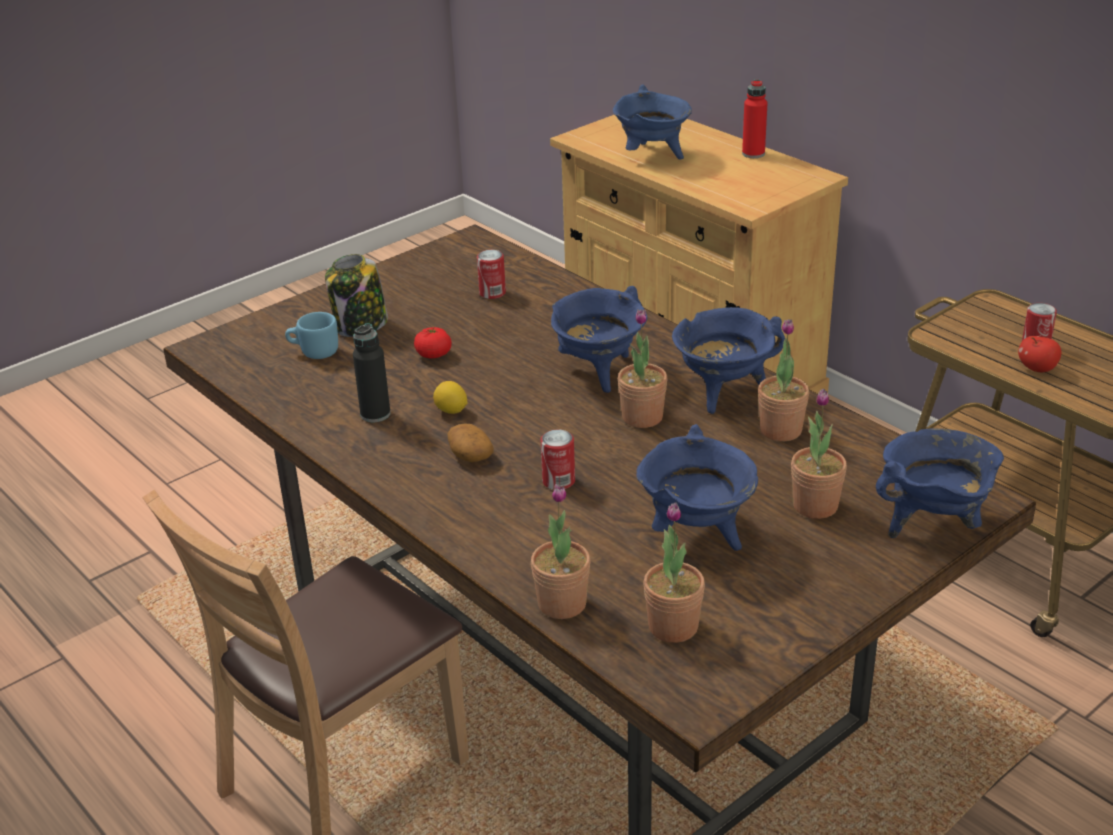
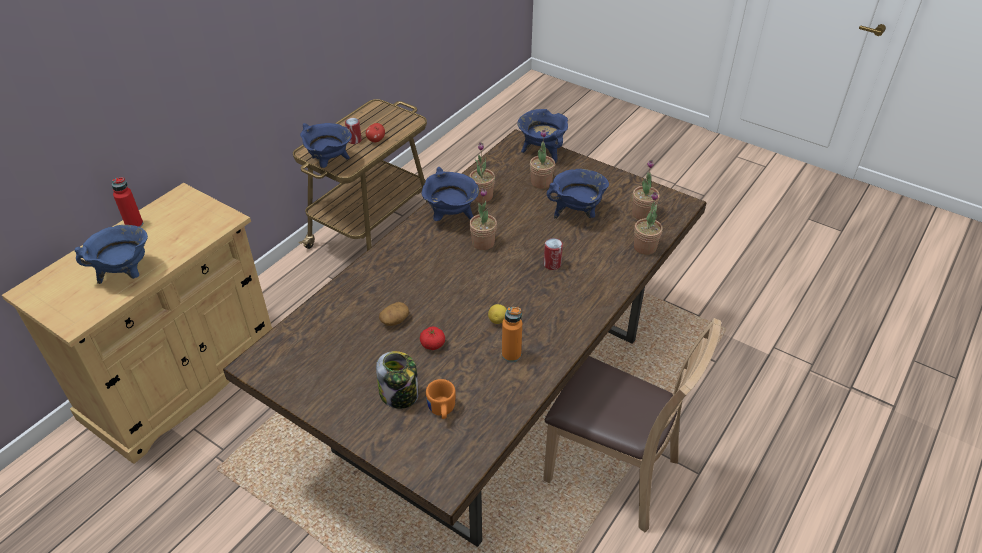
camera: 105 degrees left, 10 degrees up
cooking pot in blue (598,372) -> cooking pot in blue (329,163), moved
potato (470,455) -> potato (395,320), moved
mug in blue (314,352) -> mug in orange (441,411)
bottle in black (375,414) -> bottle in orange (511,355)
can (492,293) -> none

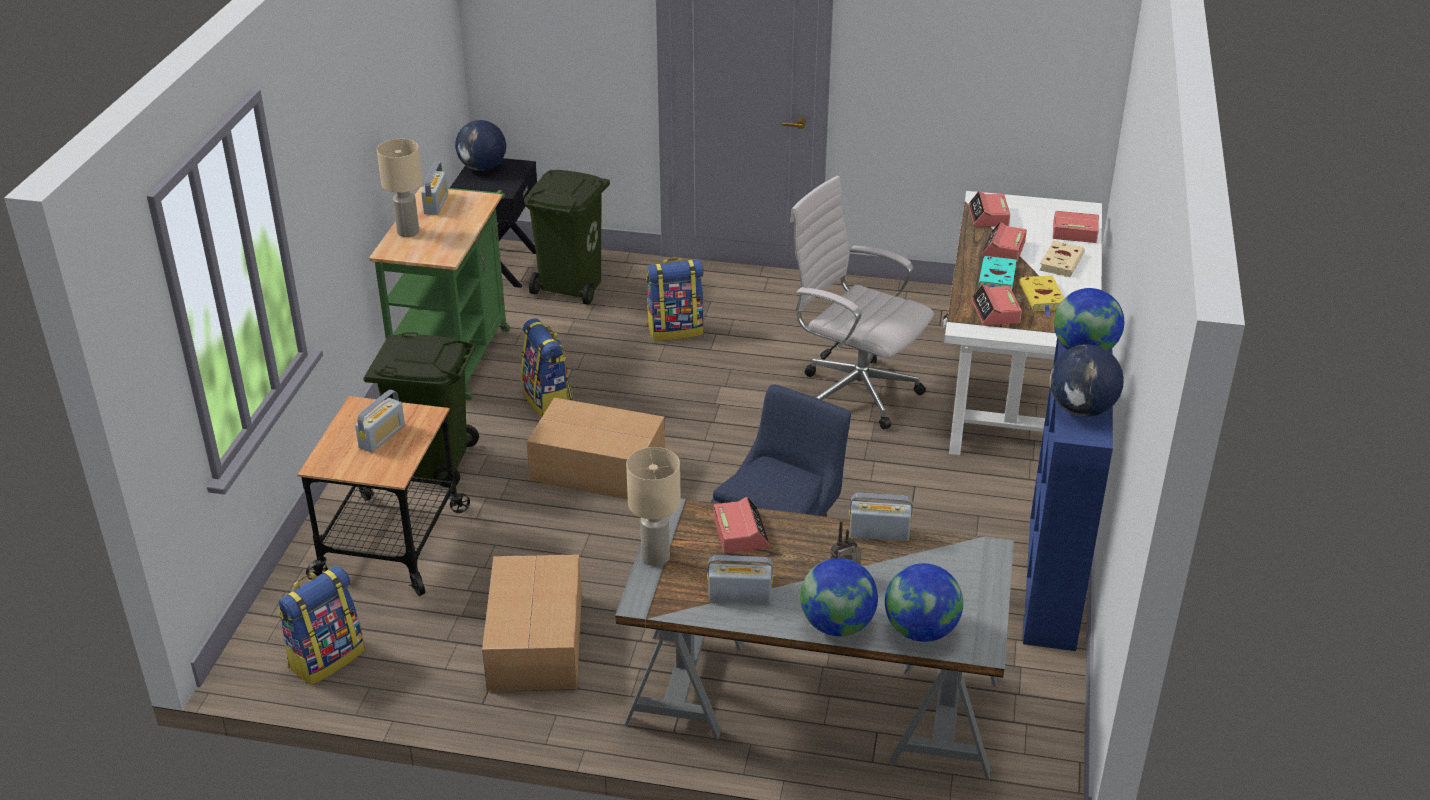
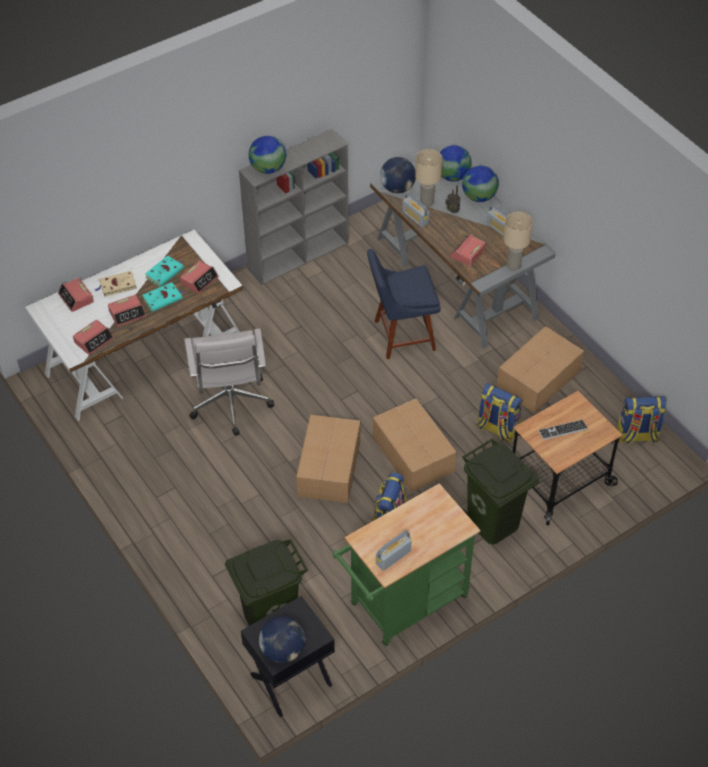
camera: 135 degrees left, 15 degrees up
book in yellow (1042,298) -> book in turquoise (165,272)
bookcase in blue (1052,582) -> bookcase in grey (299,255)
none -> cardboard box (328,469)
globe (1081,409) -> globe (397,188), moved
table lamp in beige (408,232) -> table lamp in beige (426,202), moved
backpack (676,330) -> backpack (497,428), moved
radio (382,436) -> keyboard (562,430)

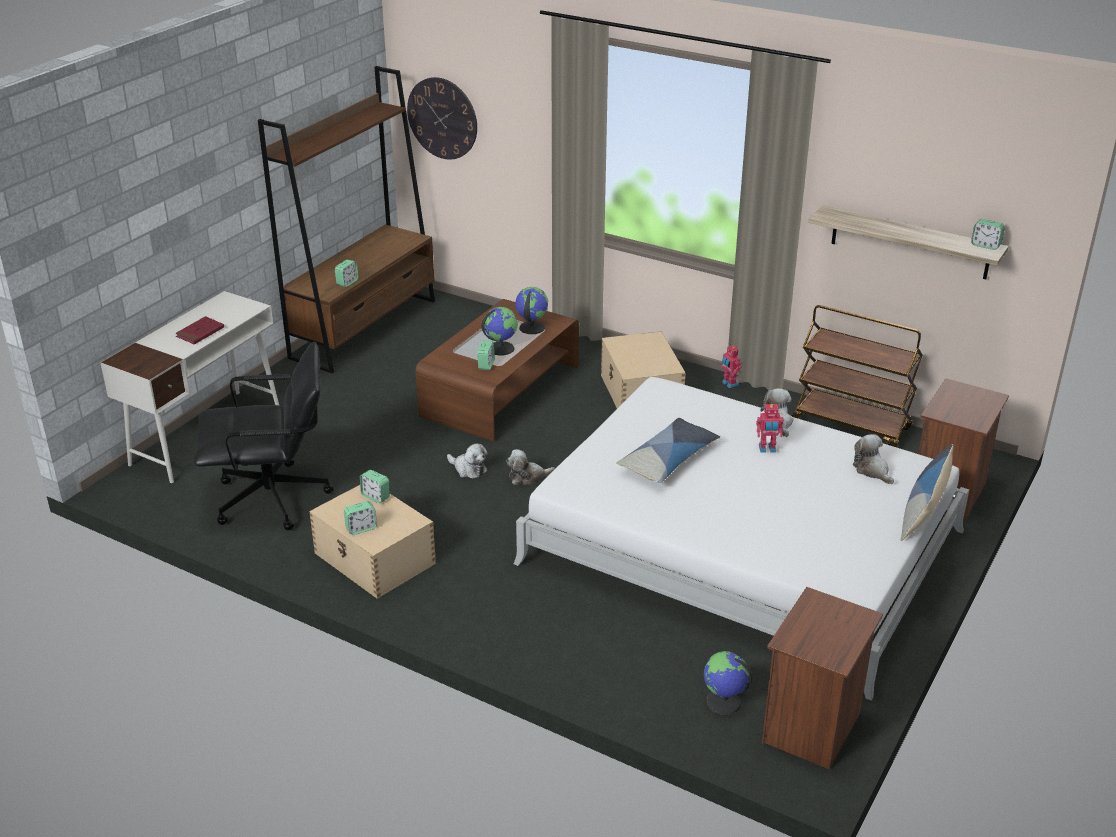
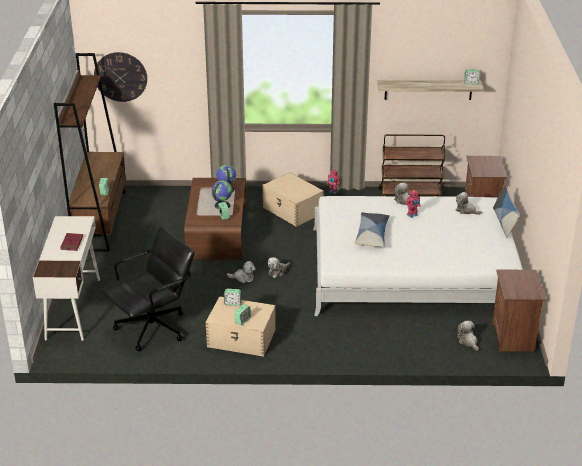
camera: 30 degrees left, 0 degrees up
globe (723,702) -> plush toy (468,341)

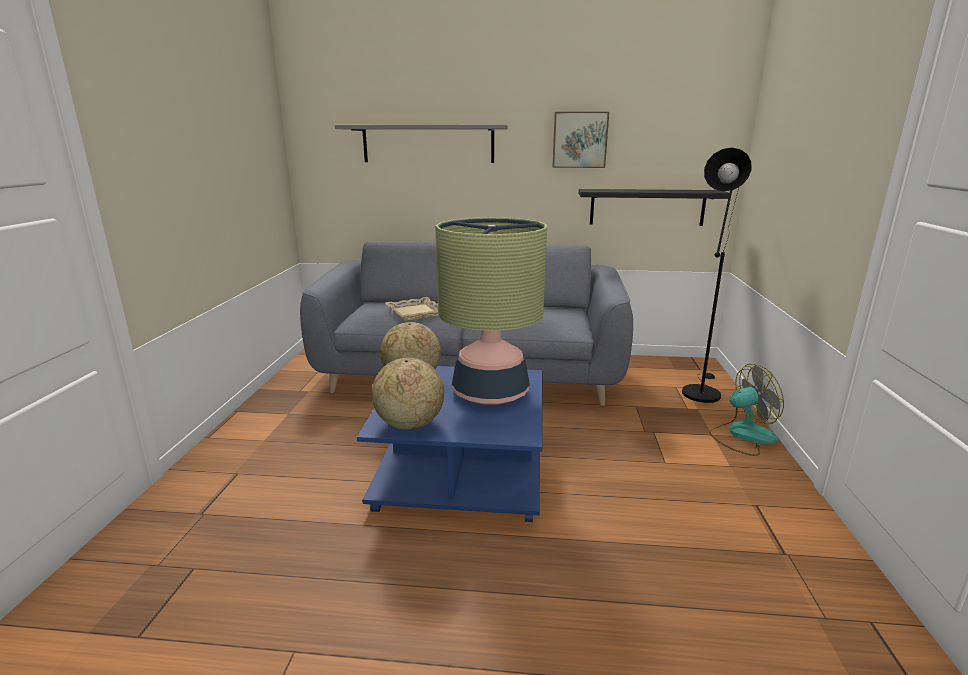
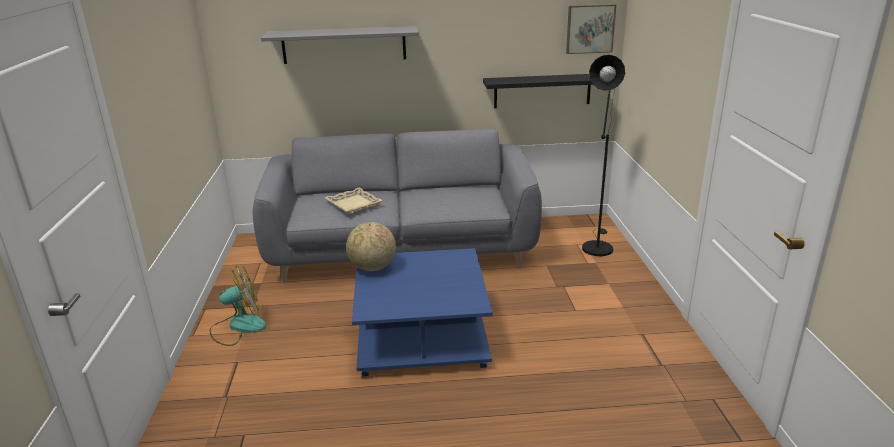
camera: 10 degrees left, 5 degrees up
fan (742,435) -> fan (238,327), moved
picture (579,140) -> picture (590,28), moved
globe (409,424) -> none
table lamp (490,393) -> none

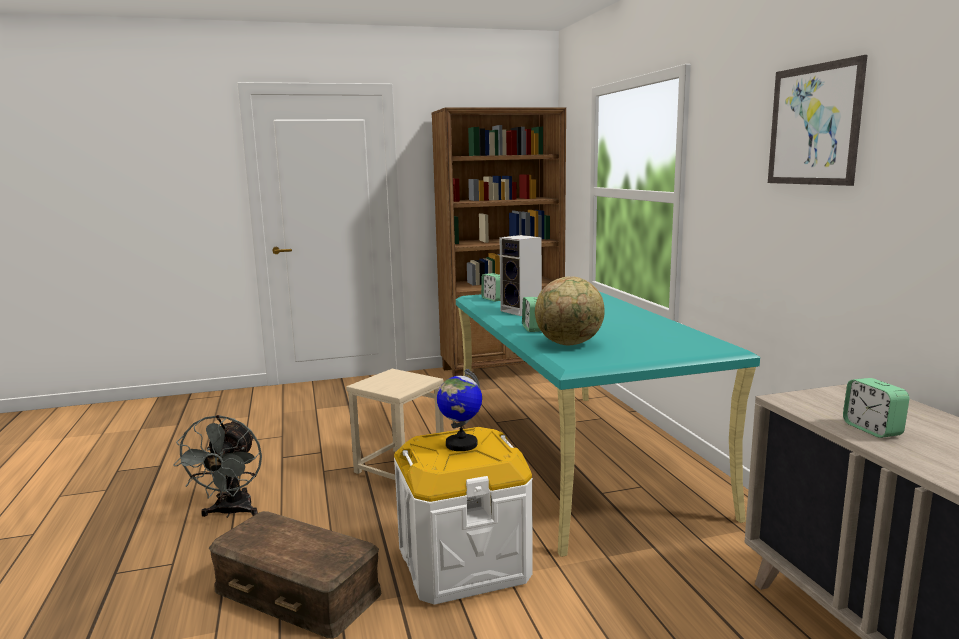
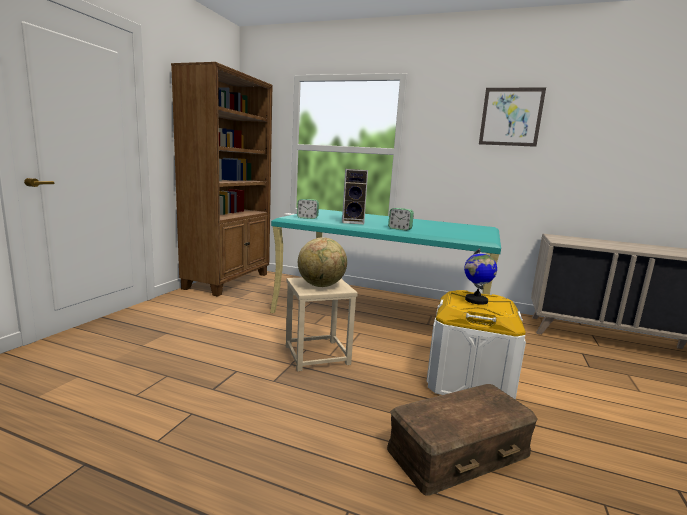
camera: 55 degrees left, 0 degrees up
globe (569,344) -> globe (321,285), moved
fan in grey (231,512) -> none
alarm clock (872,429) -> none

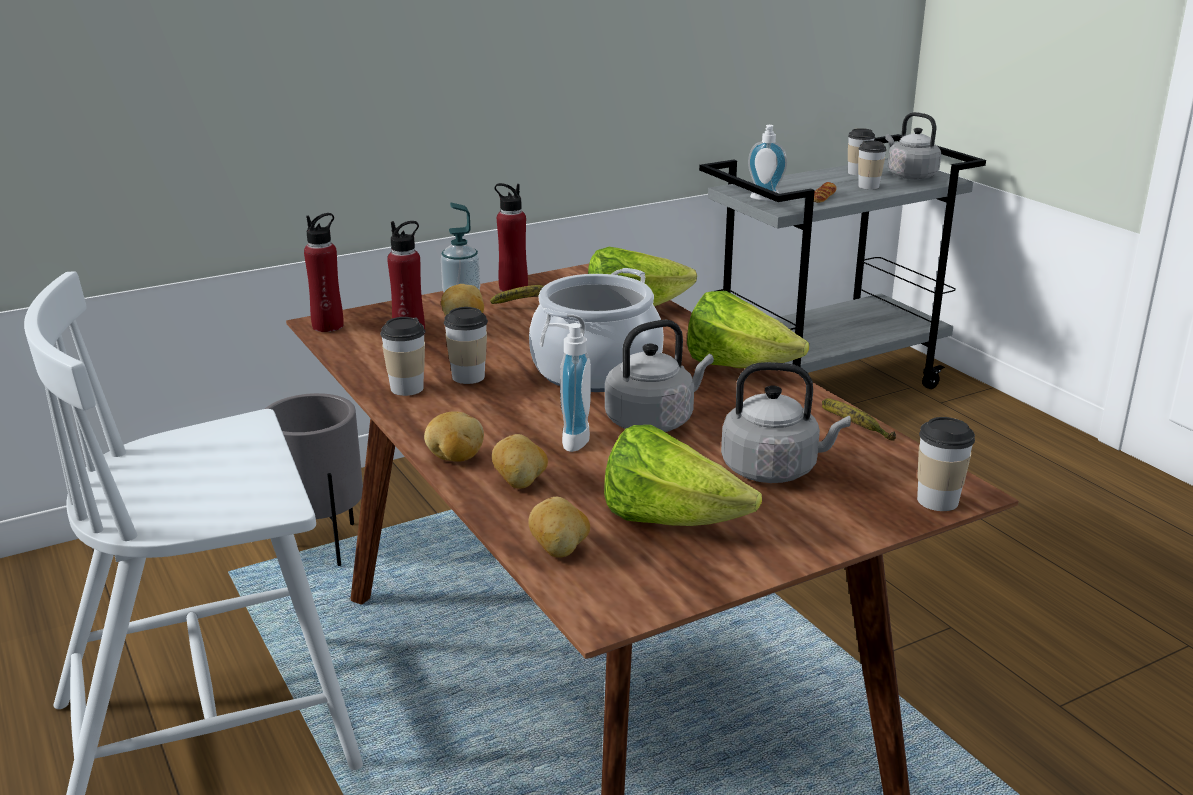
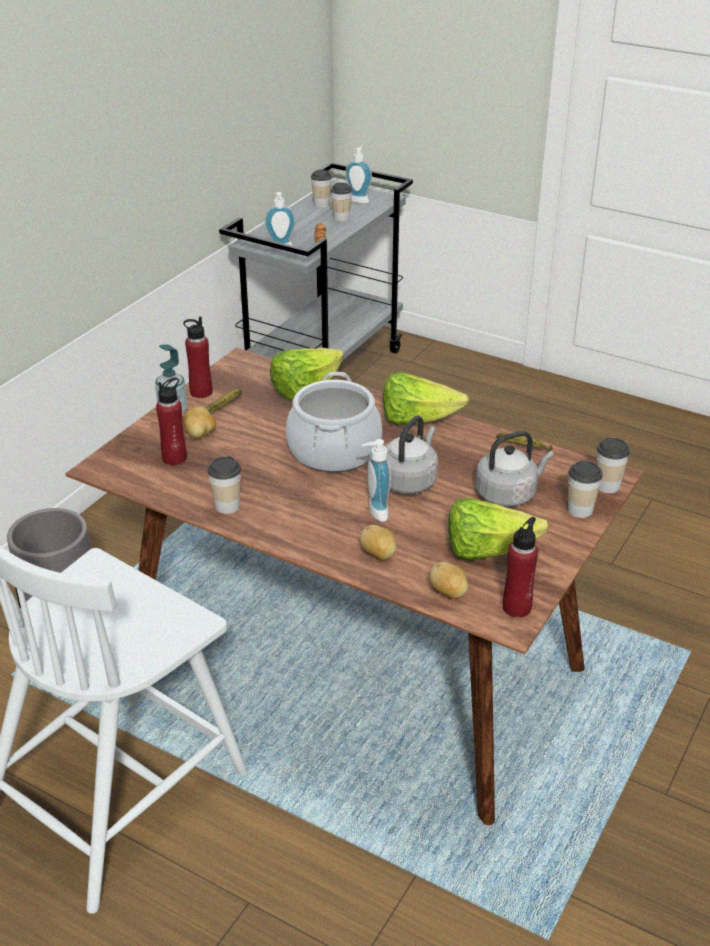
camera: 30 degrees left, 10 degrees up
kettle in grey (909,175) -> soap dispenser (359,200)
bottle in red (328,326) -> bottle in red (517,608), moved
cup (468,377) -> cup (580,510), moved
potato (455,458) -> none

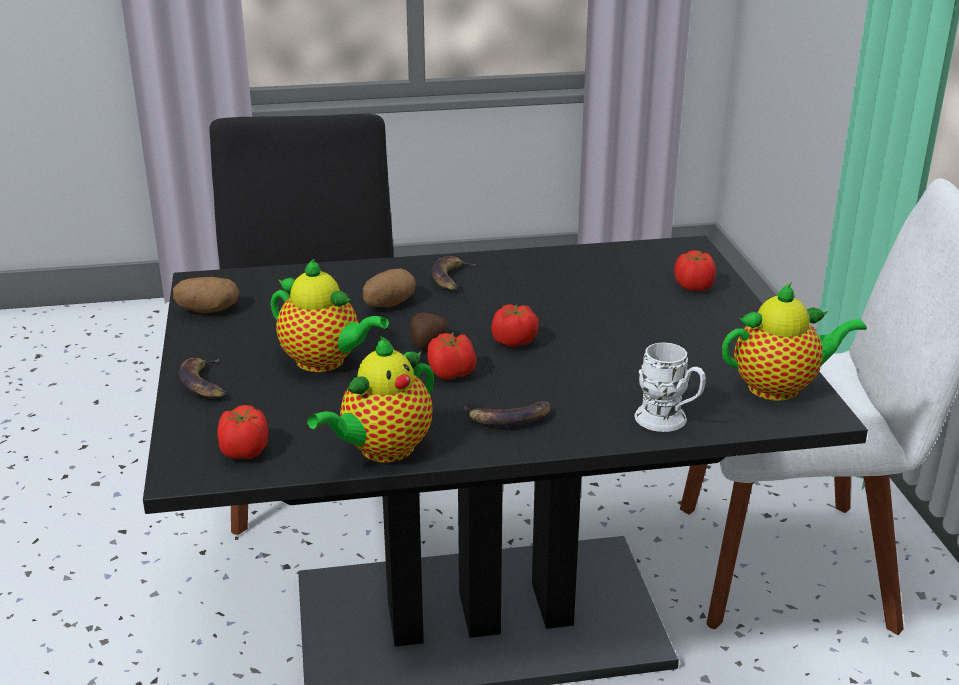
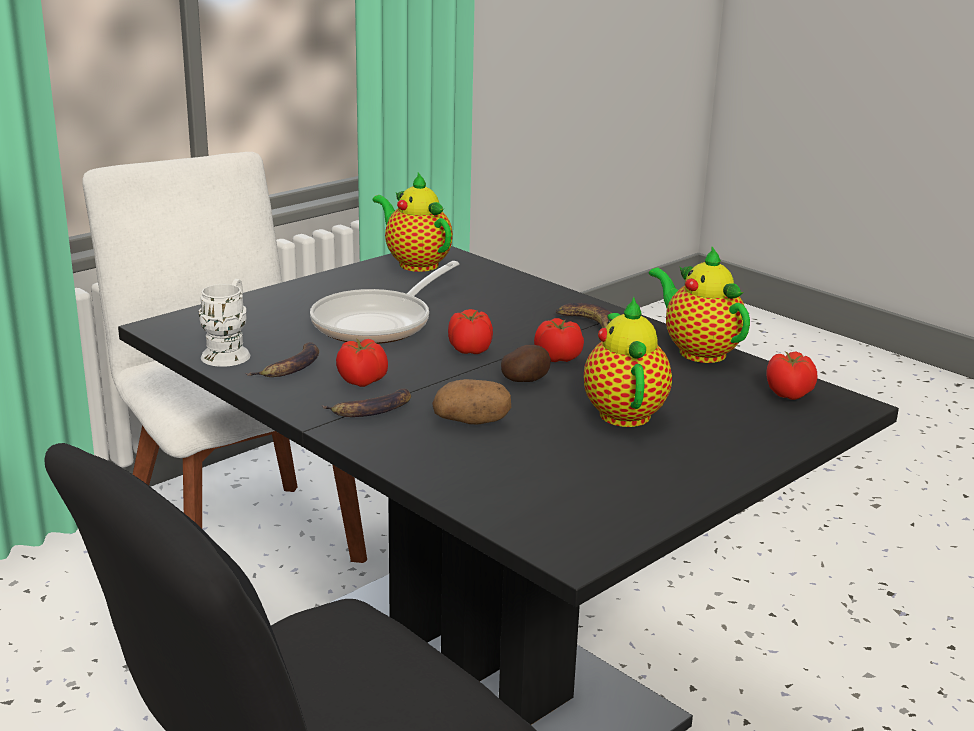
camera: 125 degrees left, 5 degrees down
mug in white (668,421) -> mug in white (229,352), moved
banana (205,383) -> banana (290,367), moved
none -> frying pan (378,323)
tomato (693,287) -> tomato (363,381), moved
teapot (382,450) -> teapot (698,351), 135 degrees counterclockwise
potato (208,310) -> none

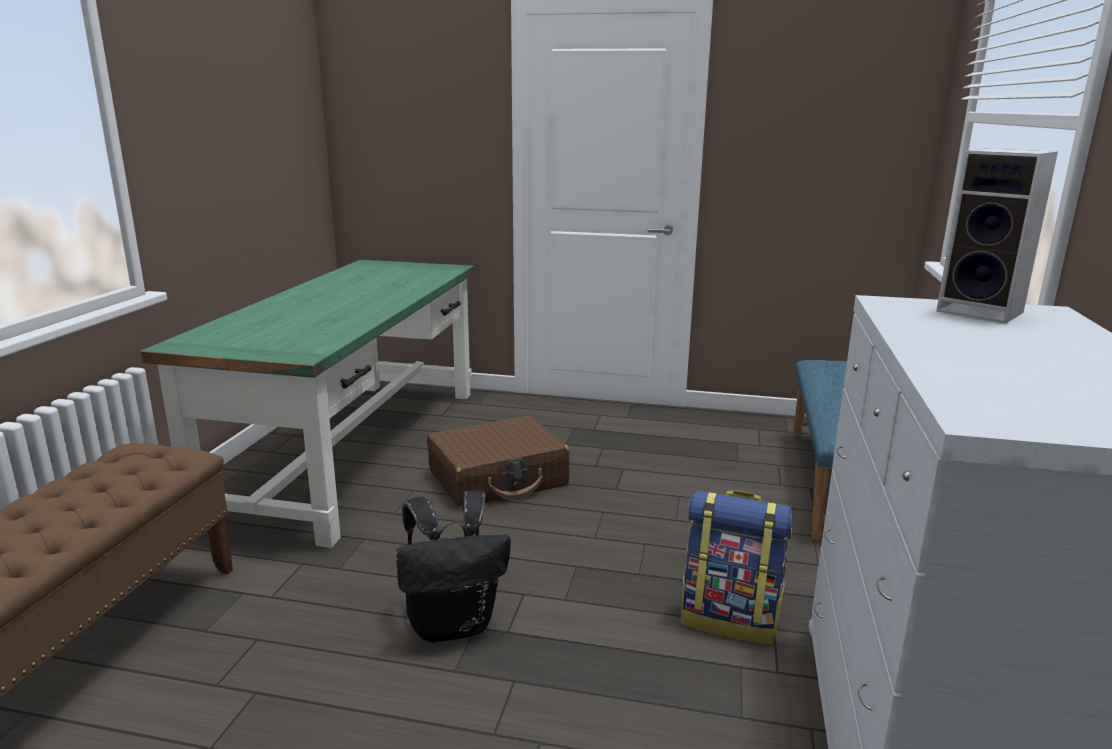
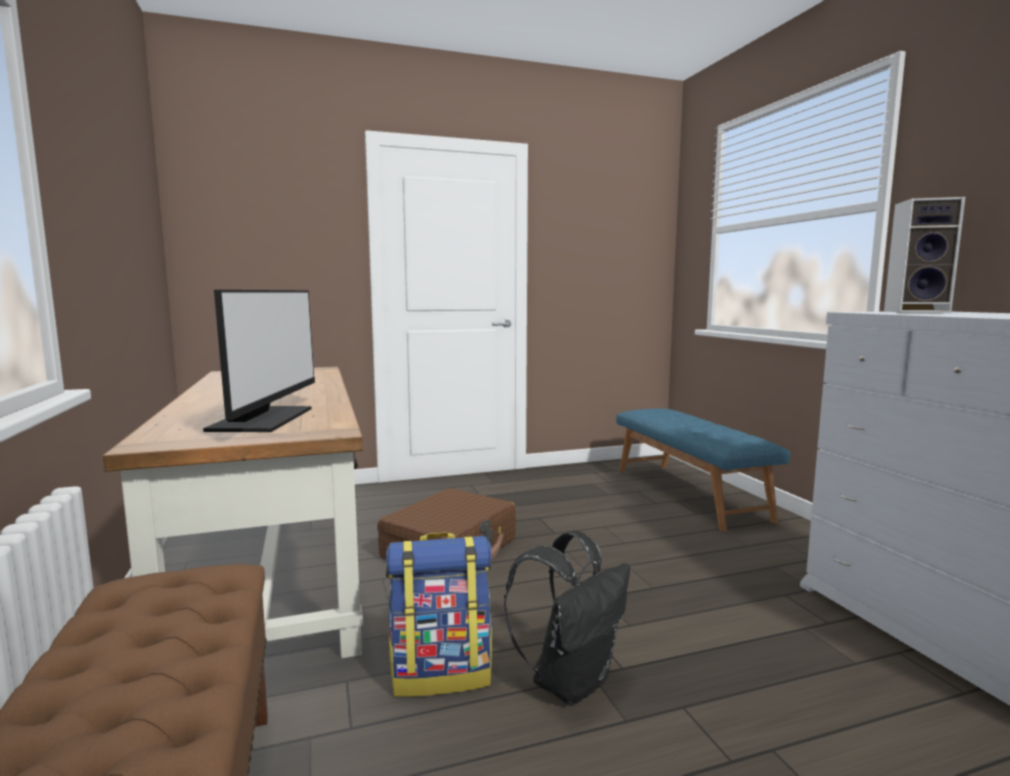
camera: 30 degrees left, 10 degrees down
desk in green (354,448) -> desk in brown (274,558)
none -> monitor (264,419)
backpack (730,619) -> backpack (441,673), moved

